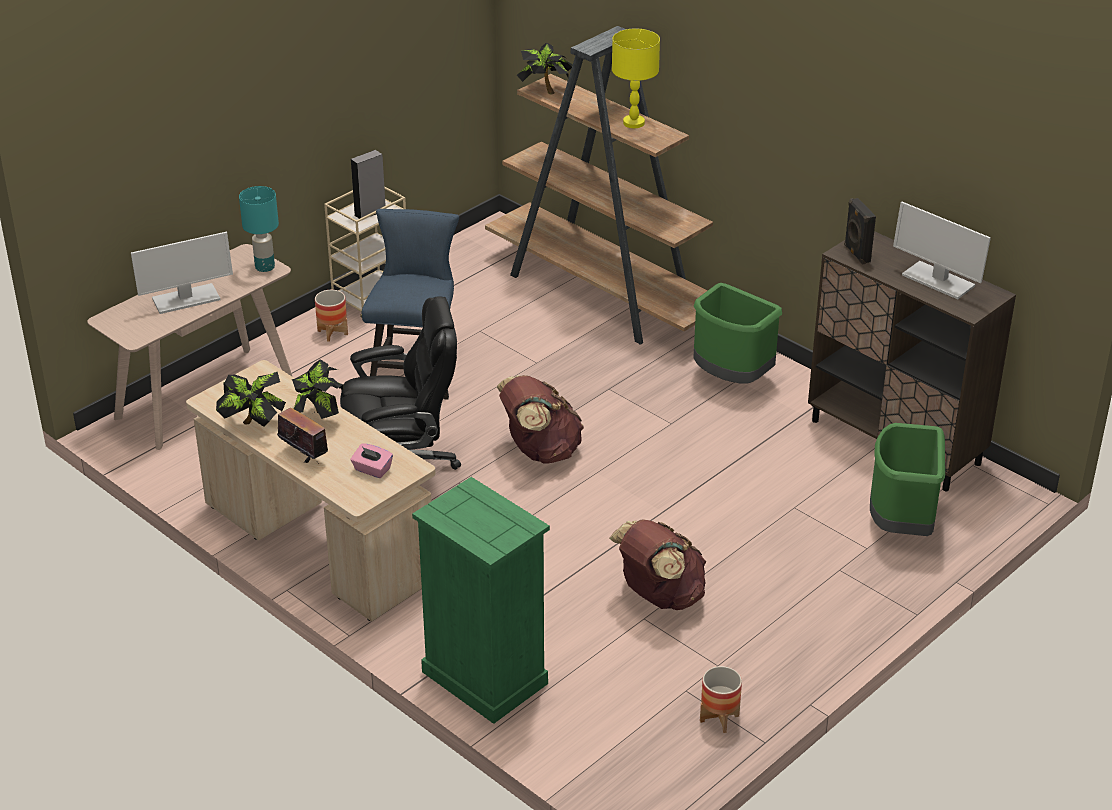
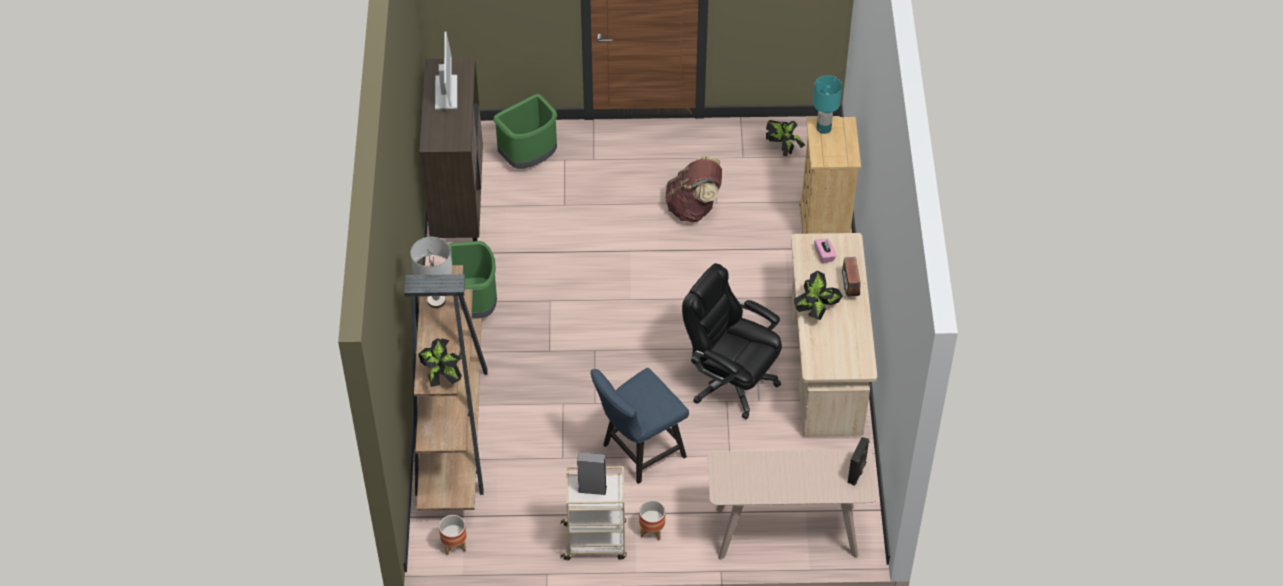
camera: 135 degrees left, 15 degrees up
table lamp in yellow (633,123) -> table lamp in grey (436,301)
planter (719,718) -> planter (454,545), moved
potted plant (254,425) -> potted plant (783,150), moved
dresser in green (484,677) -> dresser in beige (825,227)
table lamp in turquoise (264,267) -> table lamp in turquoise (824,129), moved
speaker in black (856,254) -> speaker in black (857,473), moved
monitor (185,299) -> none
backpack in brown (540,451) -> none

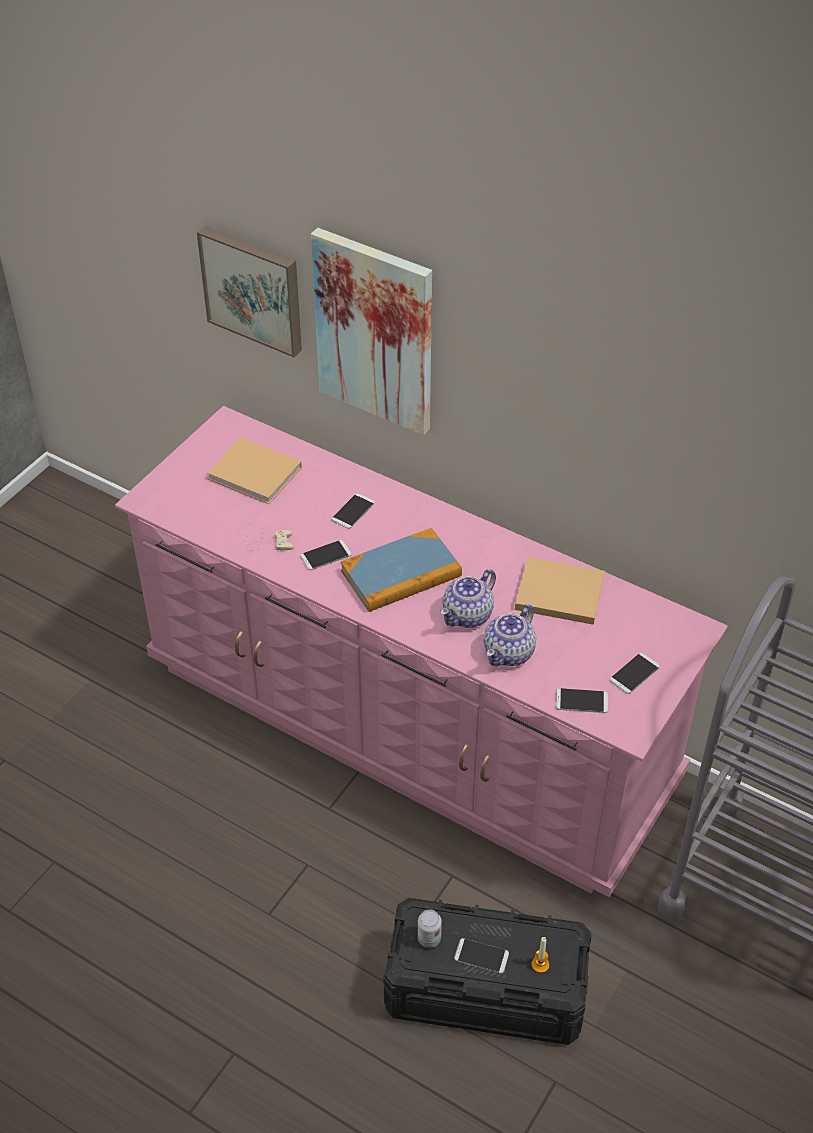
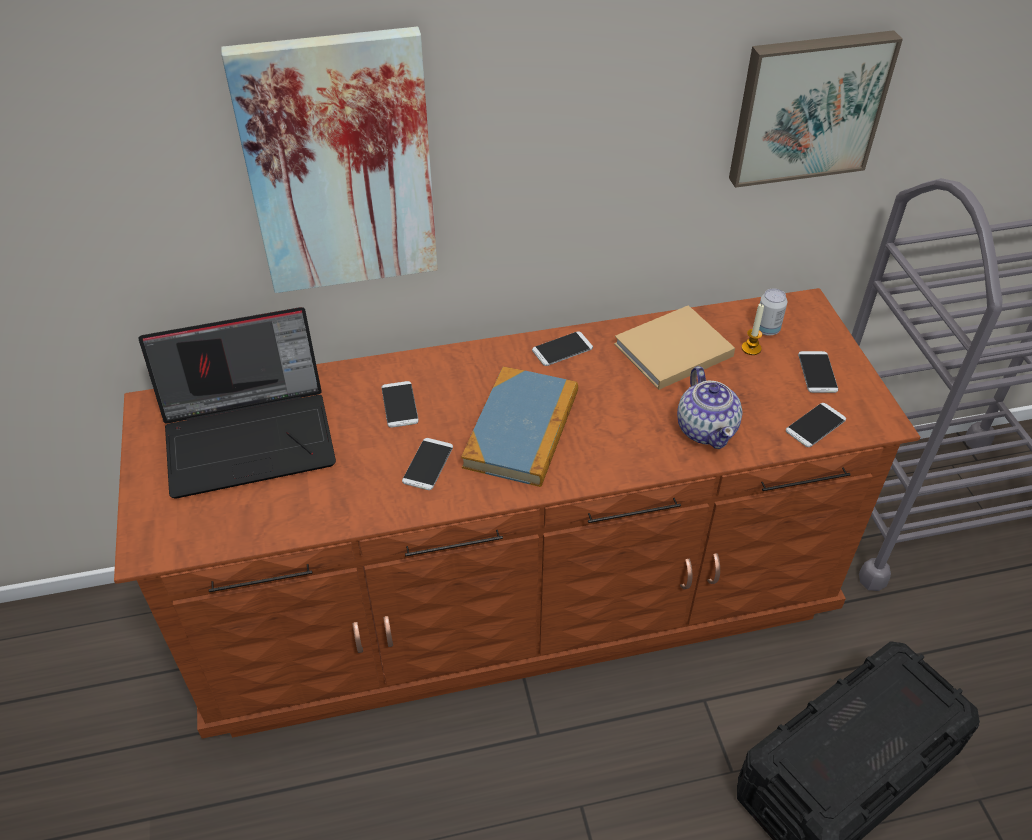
camera: 45 degrees left, 0 degrees up
dresser in pink (408,723) -> dresser in brown (515,599)
book in beige (257,474) -> laptop (251,435)
phone (481,956) -> phone (562,349), moved
picture (254,288) -> picture (807,107), moved
candle (540,965) -> candle (751,348), moved
can (429,938) -> can (767,329), moved
game controller in beige (263,541) -> none
teapot (468,615) -> none

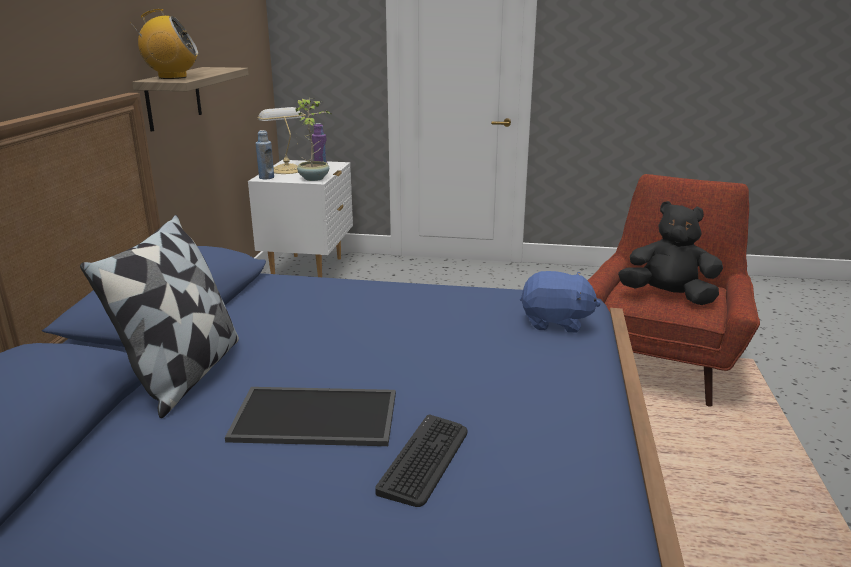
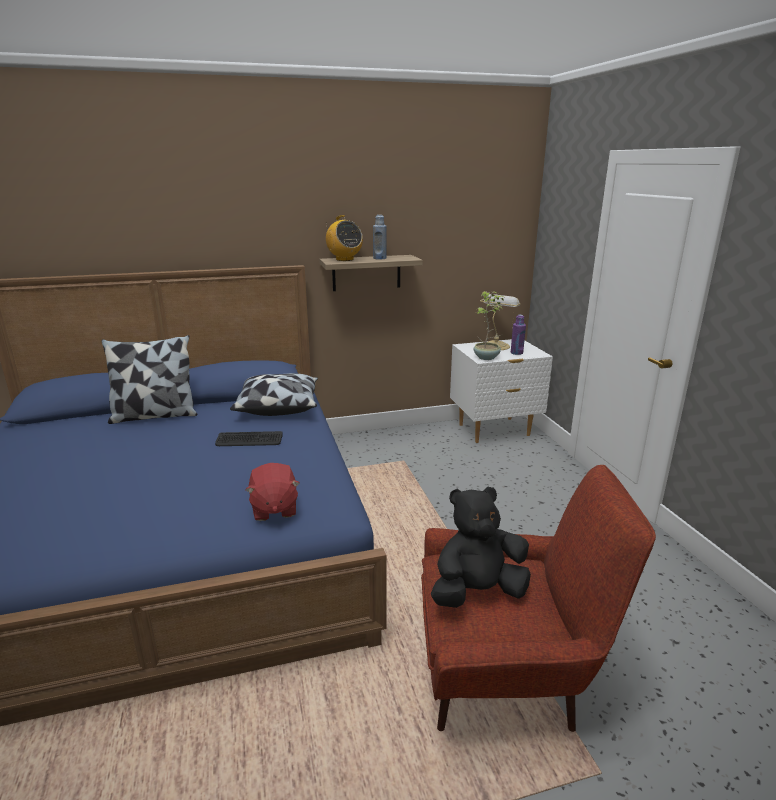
camera: 65 degrees right, 0 degrees up
keyboard (425,460) -> keyboard (249,440), moved
none -> pillow (278,406)
plush toy in blue (556,322) -> plush toy in red (274,509)
bottle in blue (266,177) -> bottle in blue (379,258), moved
plush toy in black (668,296) -> plush toy in black (477,592), 105 degrees counterclockwise
tray (313,418) -> none

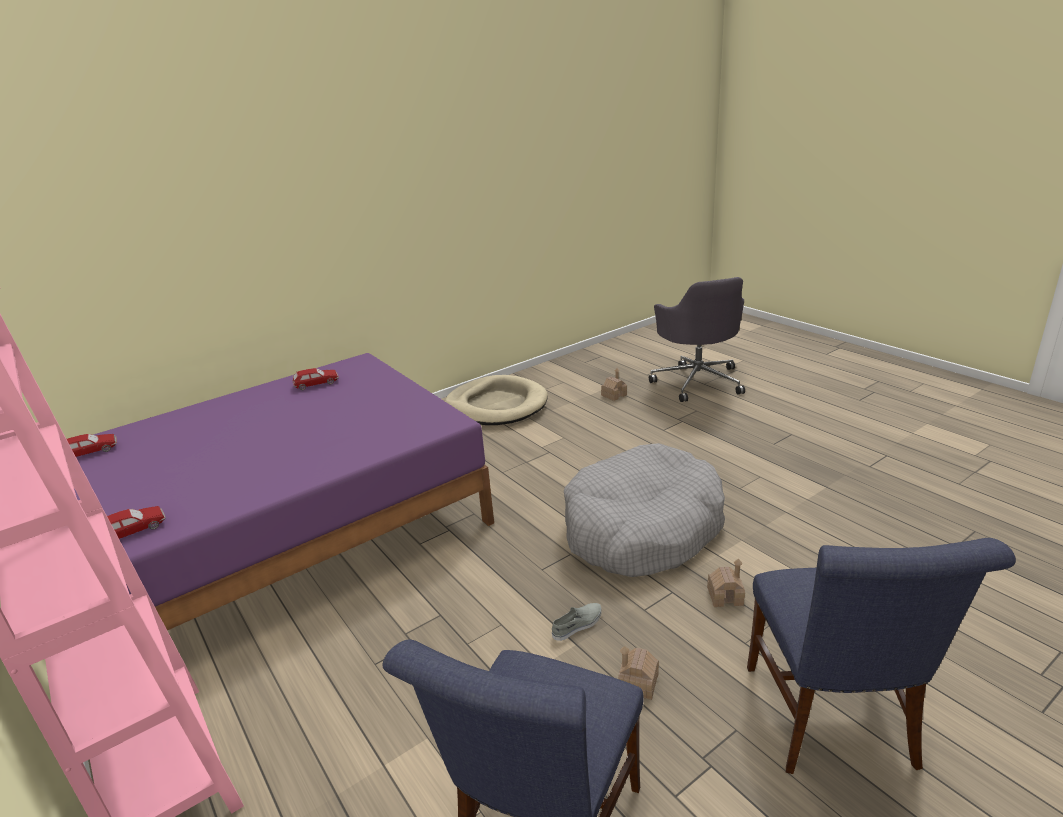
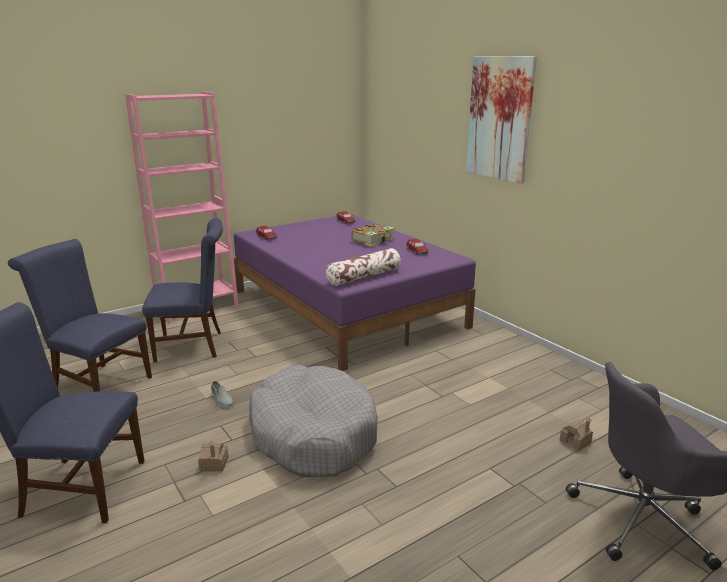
camera: 90 degrees right, 5 degrees down
none -> chair in blue (194,345)
none -> pillow (364,276)
none -> book (373,241)
none -> picture (500,119)
dog bed in beige (496,405) -> none
toy house (638,683) -> none

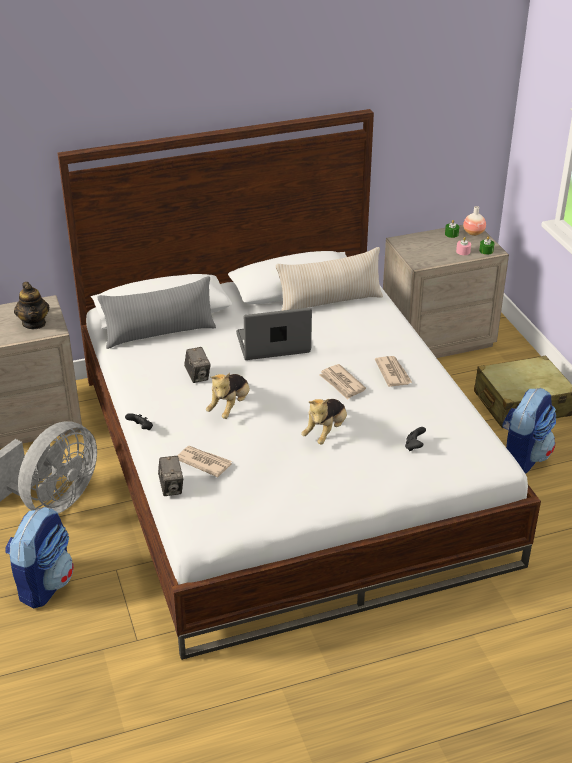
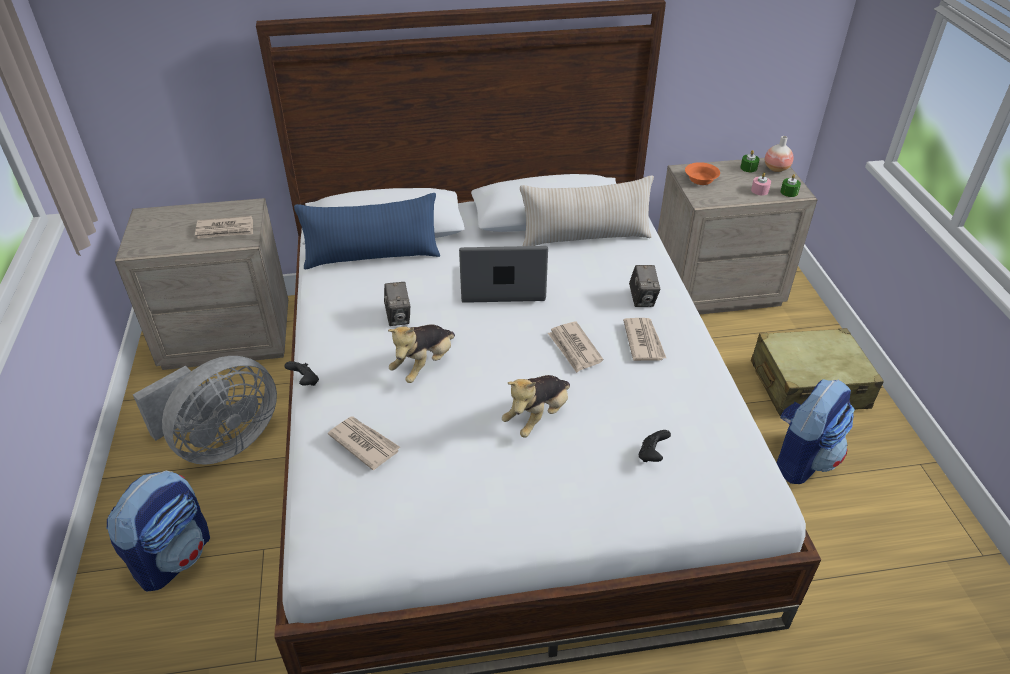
camera: 10 degrees right, 5 degrees up
teapot (34,323) -> newspaper (225,230)
pillow in grey (160,334) -> pillow in blue (372,257)
photo camera (171,487) -> photo camera (642,299), moved
none -> bowl in orange (700,179)

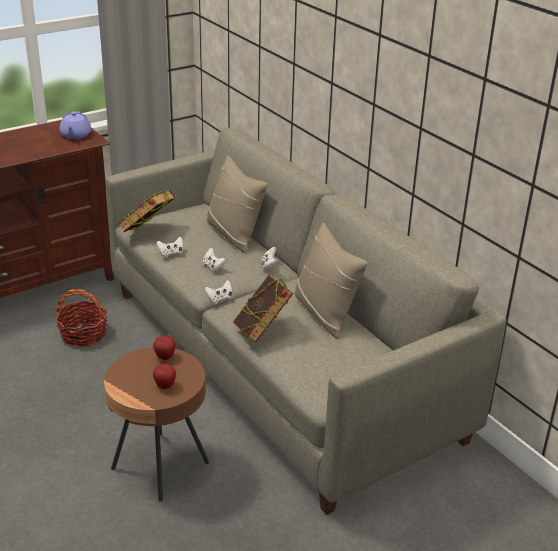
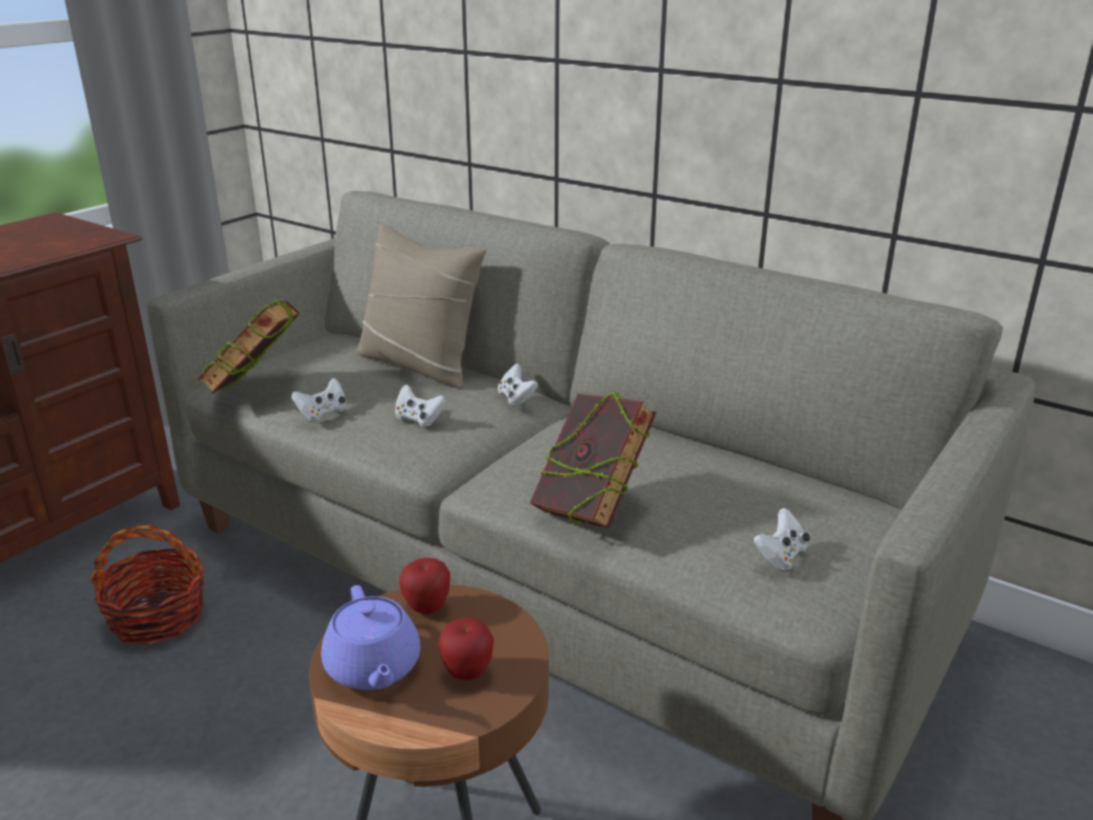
camera: 20 degrees left, 5 degrees down
teapot in purple (75,135) -> teapot in purple (373,668), moved
game controller in white (219,299) -> game controller in white (780,556), moved
pillow in beige (325,313) -> none

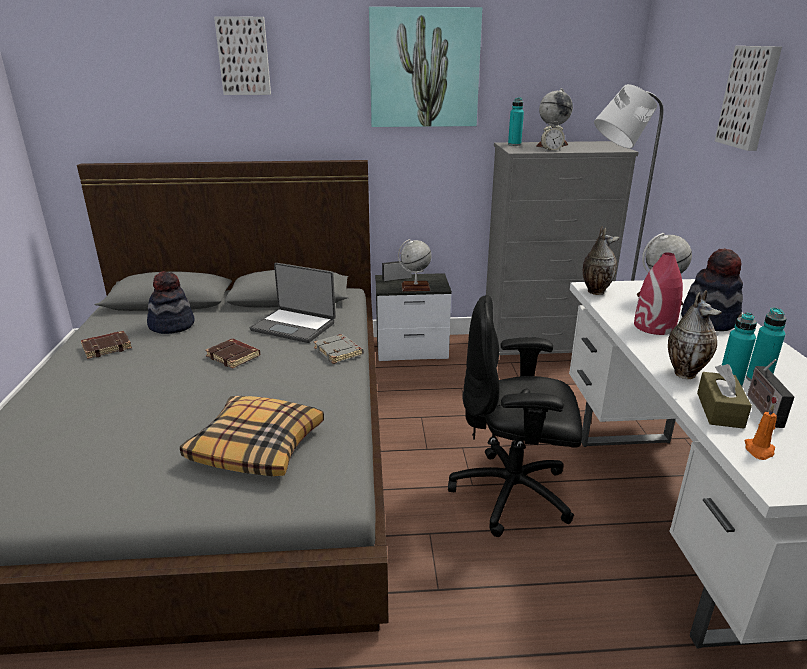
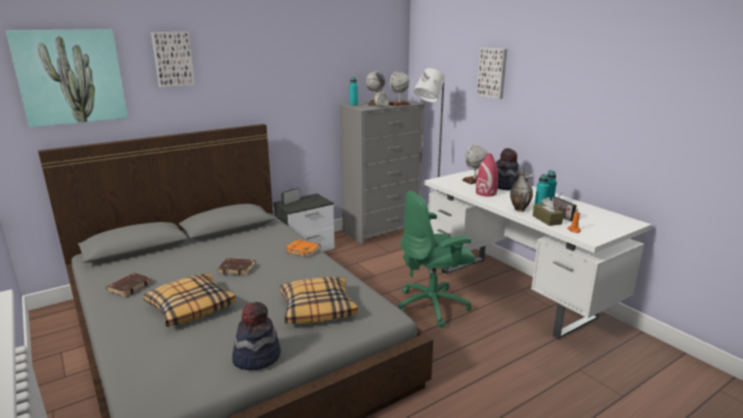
camera: 30 degrees left, 5 degrees down
picture (424,68) -> picture (71,77), moved
none -> pillow (190,307)
hat (172,325) -> hat (257,357), moved
book in grey (339,352) -> book in orange (303,250)
globe (415,287) -> globe (399,104), moved
office chair in black (513,494) -> office chair in green (433,306)
laptop (294,326) -> none
vase (595,291) -> none

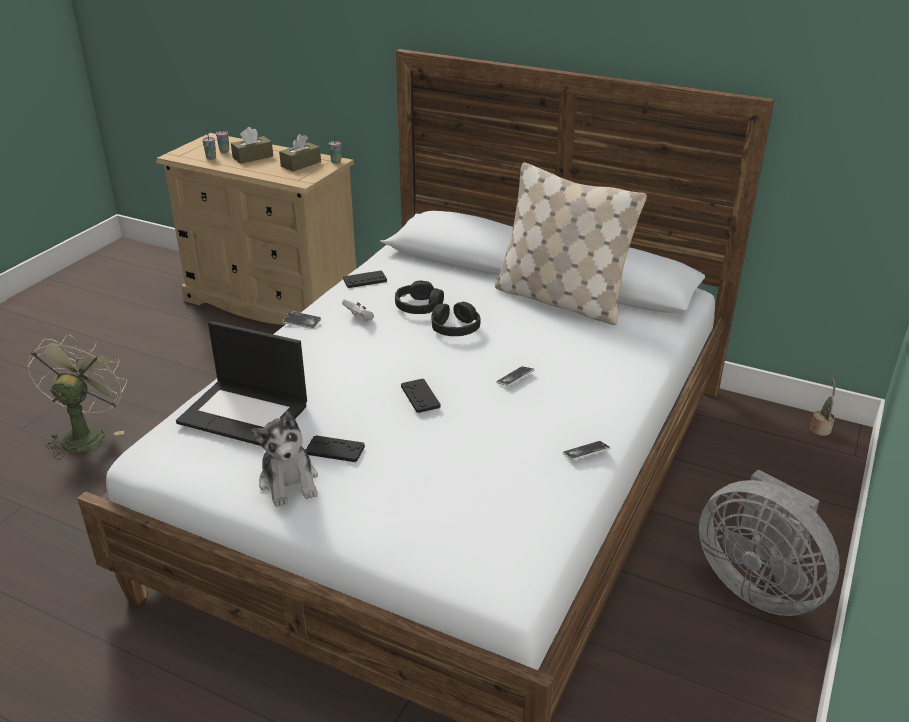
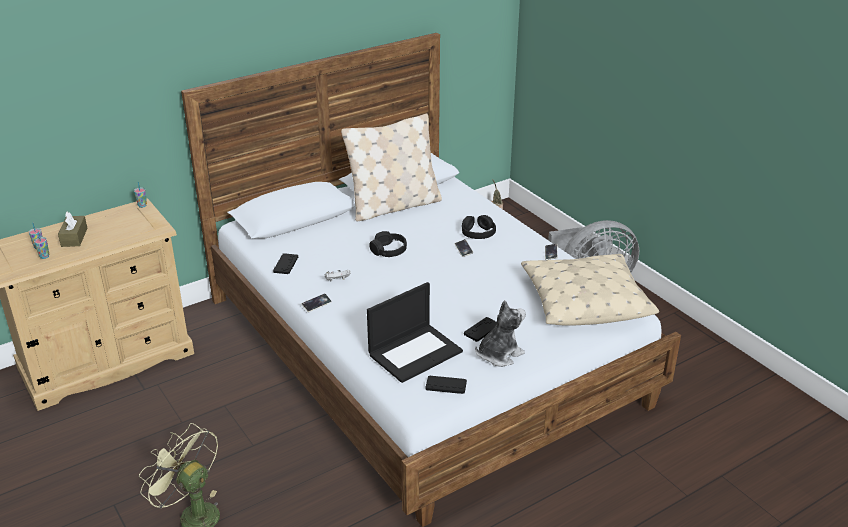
camera: 60 degrees left, 0 degrees up
game controller in black (420,396) -> game controller in black (446,385), moved
headphones in black (419,306) -> headphones in black (478,233), moved
plush toy (289,482) -> plush toy (499,354), 45 degrees counterclockwise
none -> pillow in beige (584,301)
tissue box in brown (301,164) -> none

